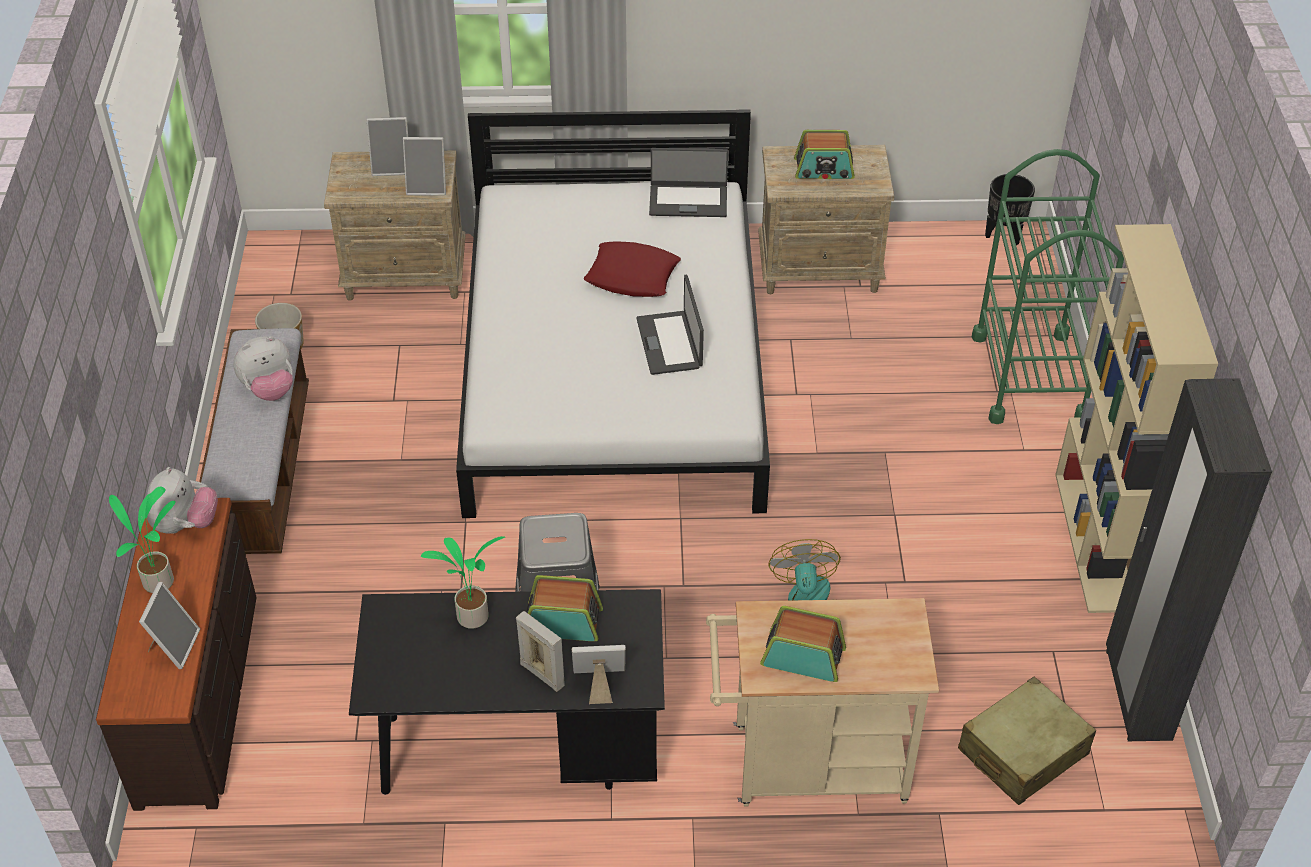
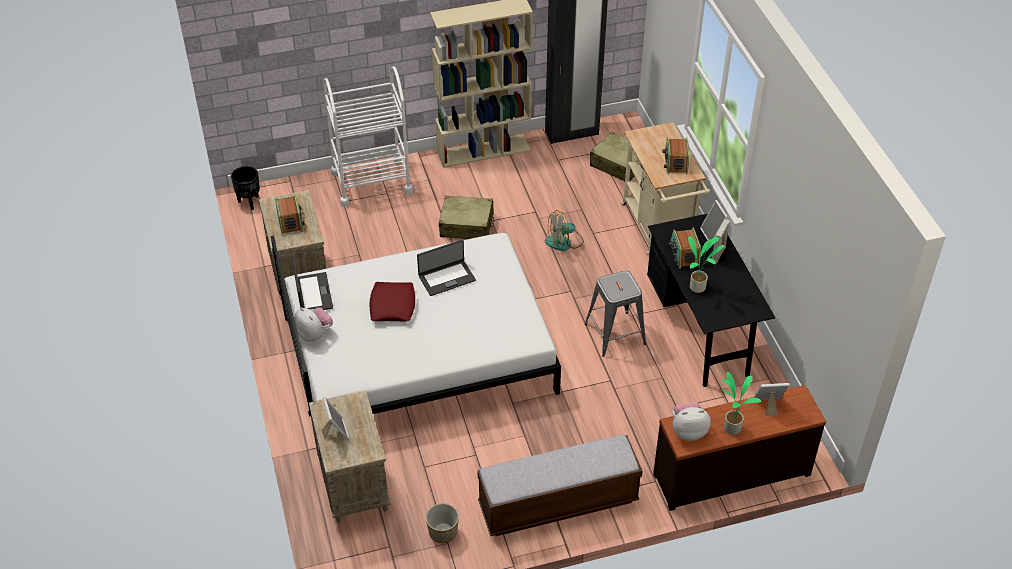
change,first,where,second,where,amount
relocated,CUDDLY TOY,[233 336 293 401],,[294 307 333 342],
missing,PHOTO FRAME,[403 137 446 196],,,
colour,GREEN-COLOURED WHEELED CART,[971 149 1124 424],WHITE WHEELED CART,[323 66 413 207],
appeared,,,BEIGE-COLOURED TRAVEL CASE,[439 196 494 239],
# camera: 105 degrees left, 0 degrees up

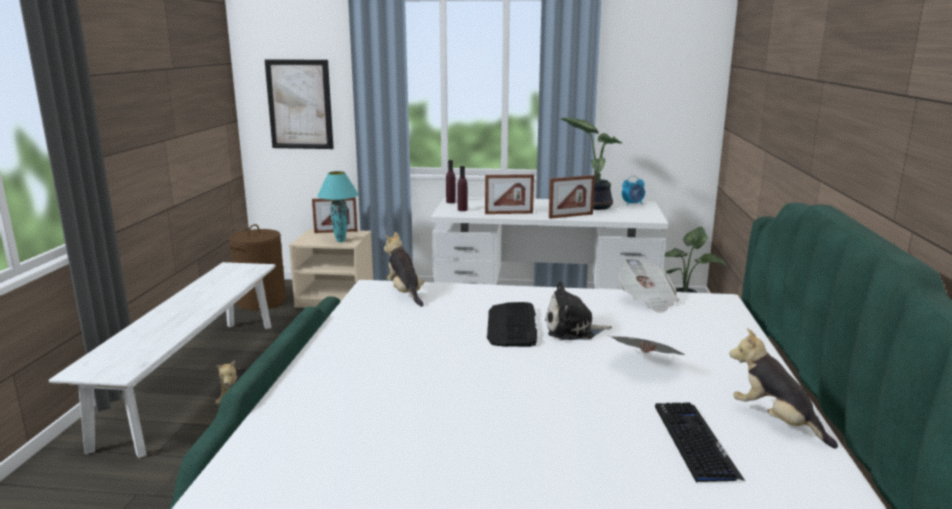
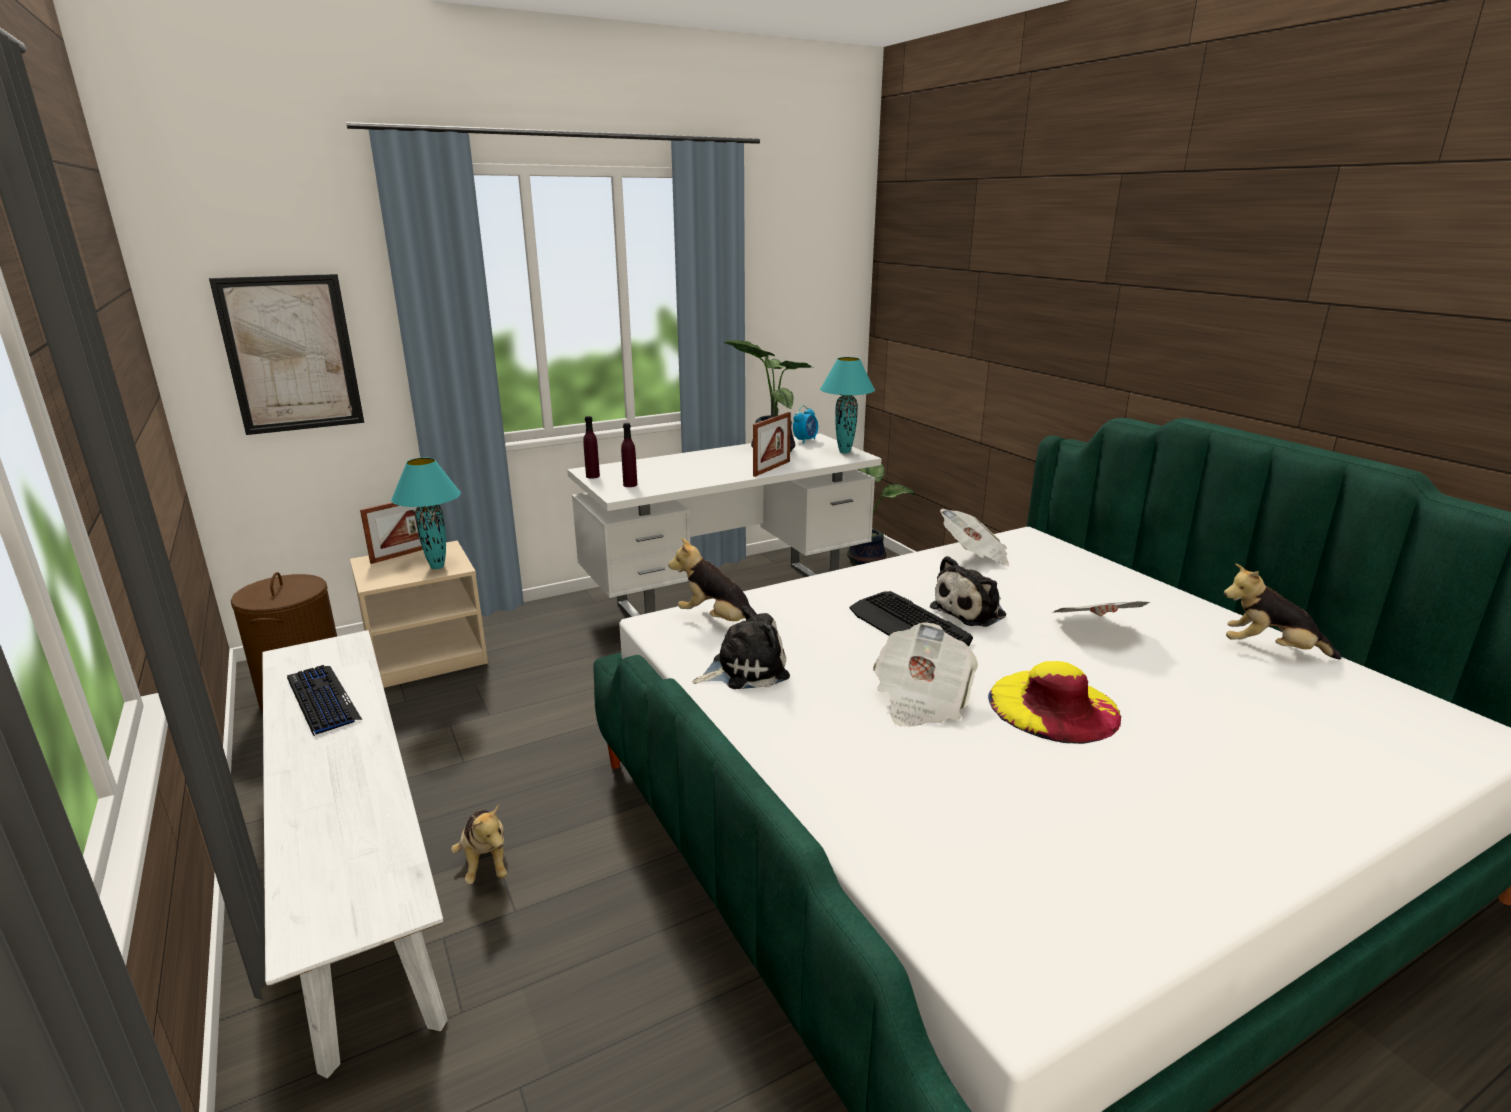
change,first,where,second,where,amount
missing,PHOTO FRAME,[485 174 534 214],,,
relocated,COMPUTER KEYBOARD,[655 403 745 483],,[287 665 362 736],
appeared,,,CUDDLY TOY,[692 606 790 689],
appeared,,,BLUE-GREEN TABLETOP LAMP,[820 357 875 453],
appeared,,,DAILY PAPER,[873 622 978 727],
appeared,,,YELLOW-COLOURED WEARABLE HAT,[988 661 1121 744],
# camera: 35 degrees left, 5 degrees up

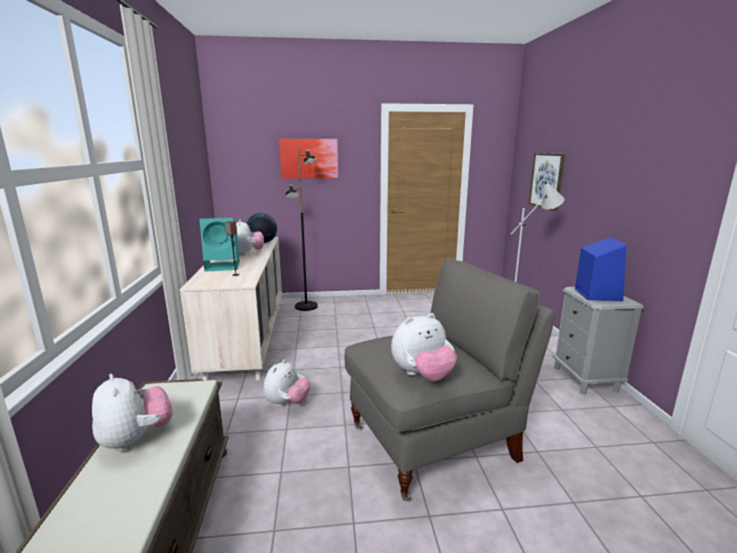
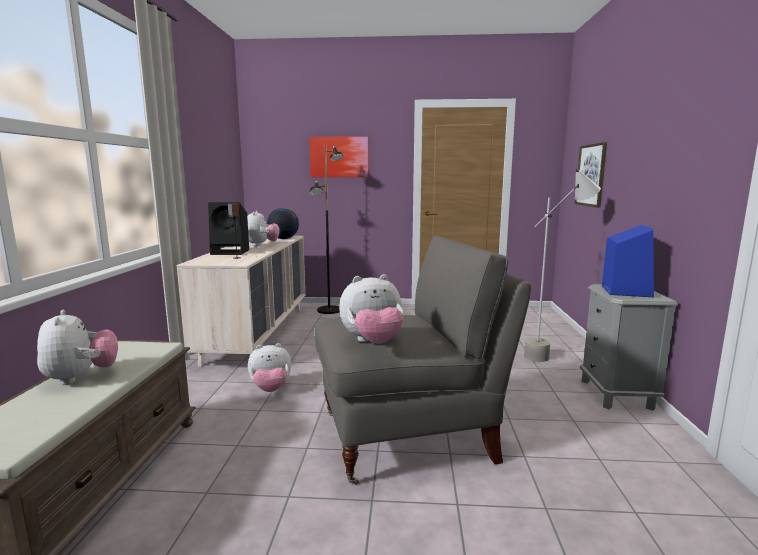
change,first,where,second,where,amount
colour,BLUE-GREEN SPEAKER,[199 218 240 272],BLACKISH SPEAKER,[208 202 249 255],
spun,CUDDLY TOY,[263 359 310 407],,[248 343 291 392],45 degrees clockwise
# camera: 10 degrees right, 5 degrees down

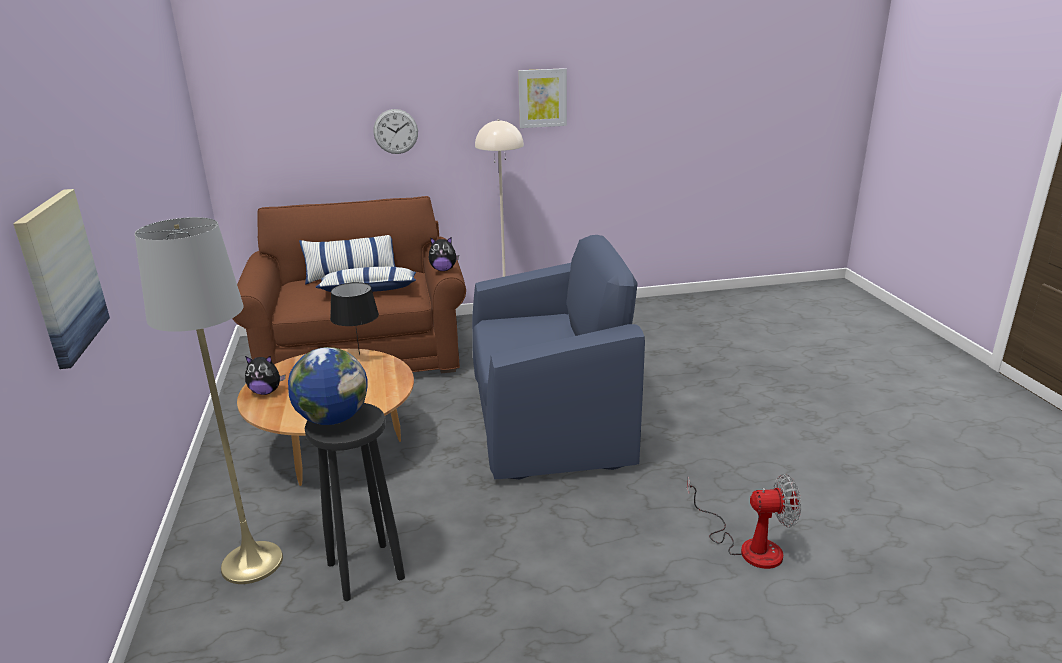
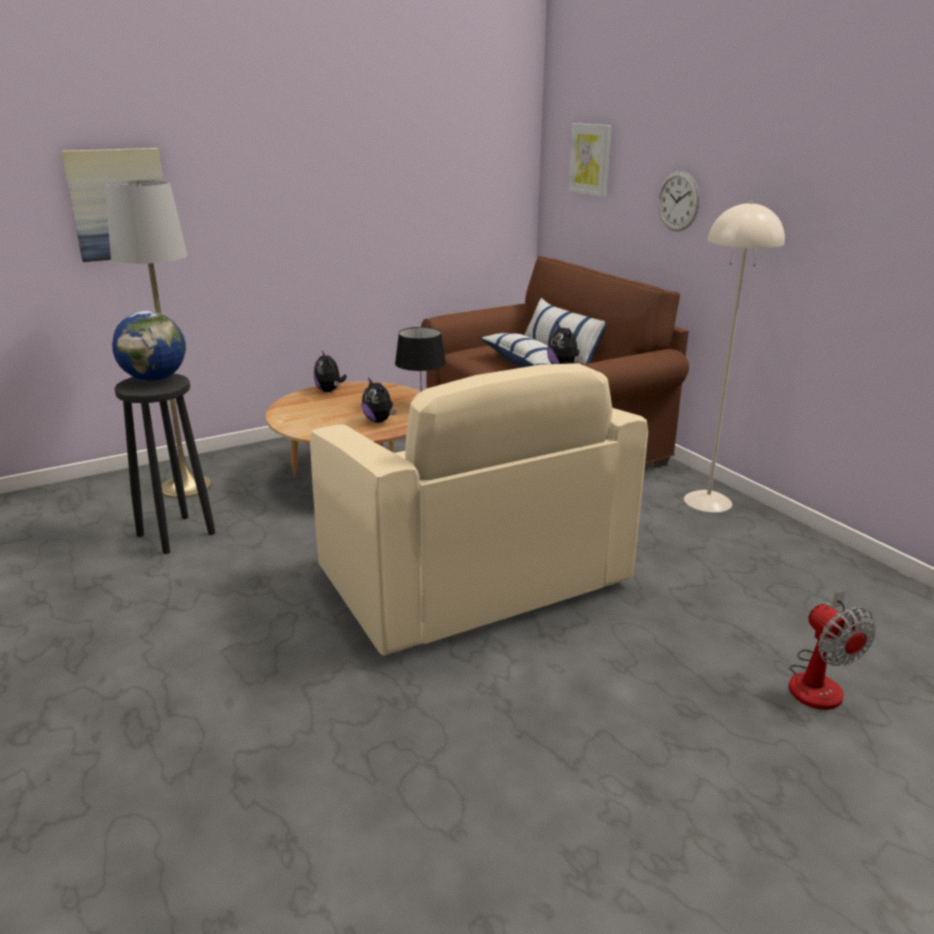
change,first,where,second,where,amount
colour,BLUISH EASY CHAIR,[472 235 645 480],BEIGE-COLOURED EASY CHAIR,[310 363 648 656],
relocated,WALL PICTURE,[518 68 567 128],,[568 123 612 197],
relocated,COOLING FAN,[687 474 801 569],,[789 590 877 710],
appeared,,,CUDDLY TOY,[362 377 396 423],
# camera: 70 degrees right, 0 degrees up

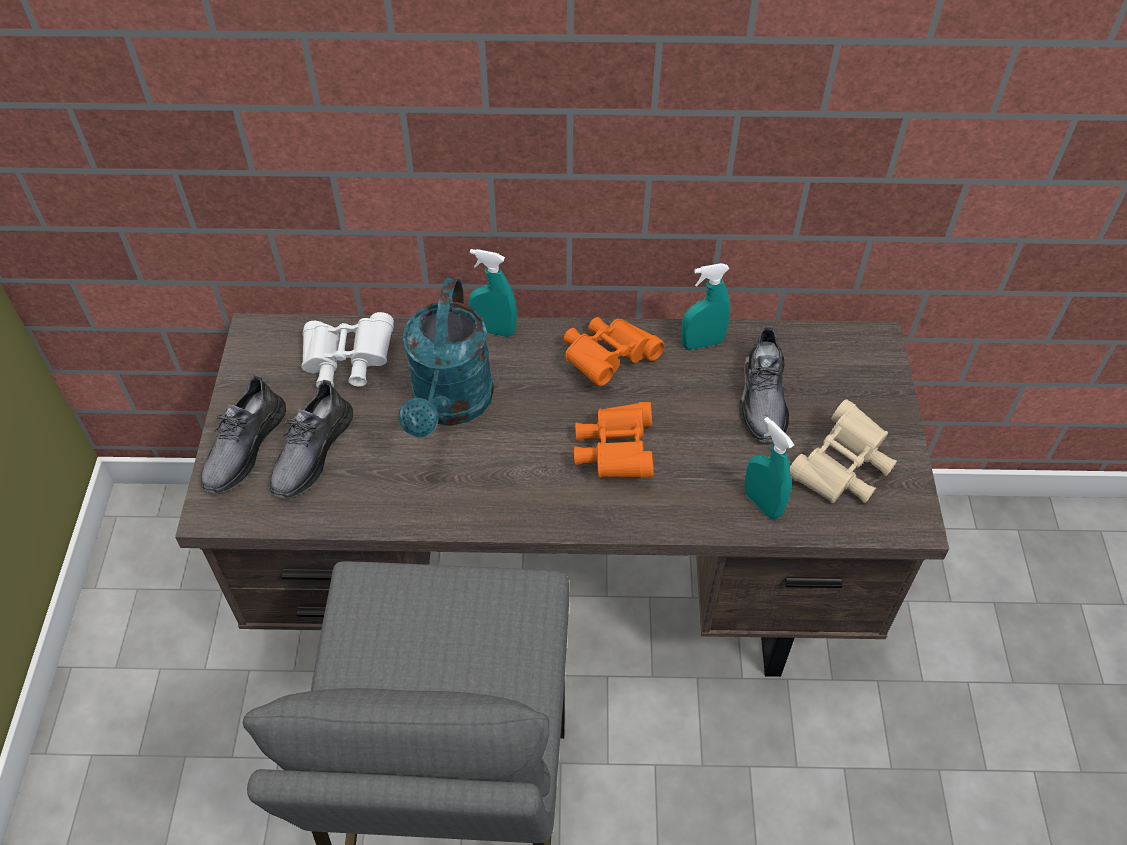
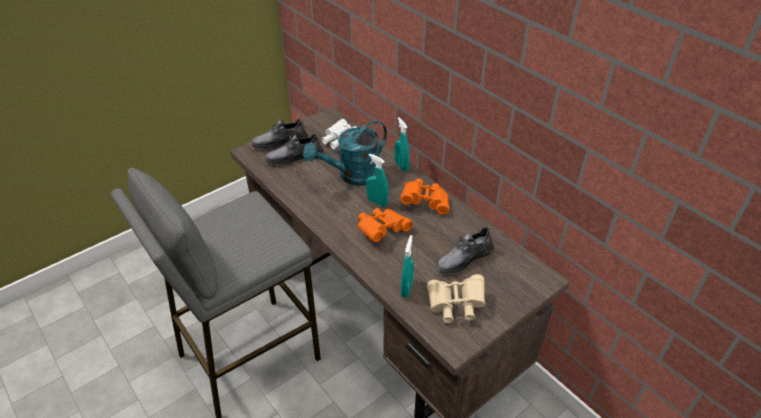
change,first,where,second,where,amount
relocated,BLUE-GREEN SPRAY BOTTLE,[681 263 730 350],,[366 153 389 207],
# camera: 50 degrees right, 10 degrees down

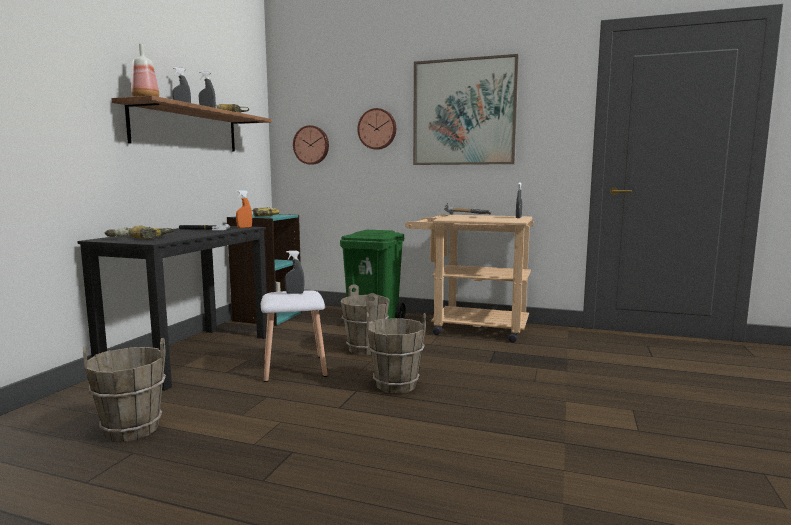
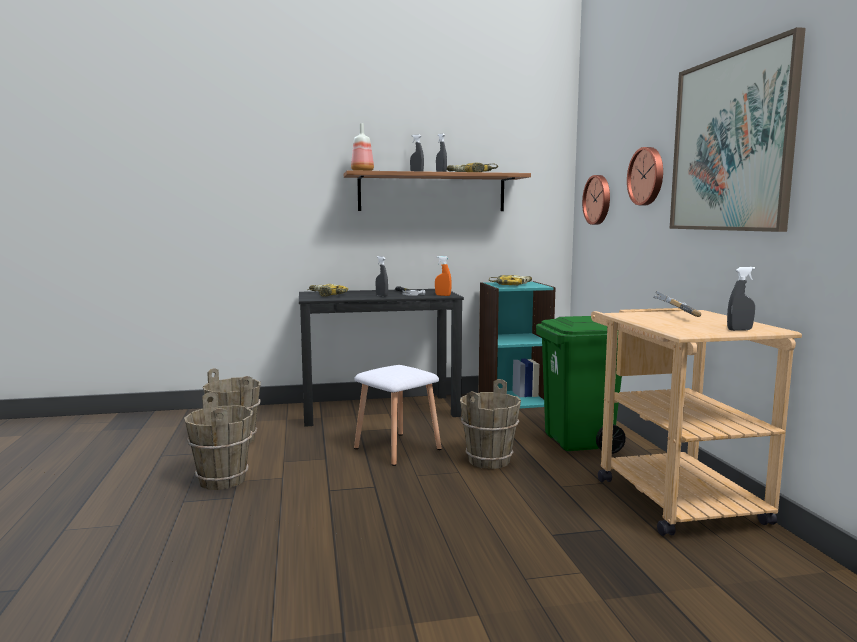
change,first,where,second,where,amount
relocated,GREY SPRAY BOTTLE,[285 251 304 294],,[375 256 388 297],
relocated,BROWNISH WATER BUCKET,[367 312 426 394],,[184 392 253 490],
# camera: 60 degrees right, 0 degrees up

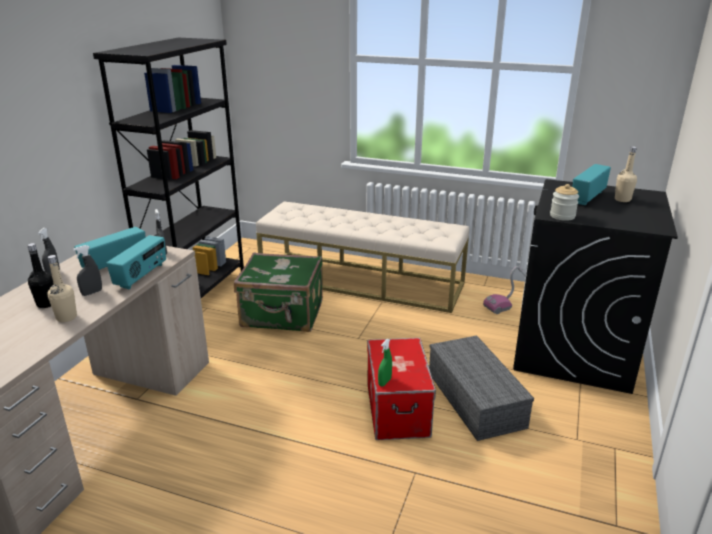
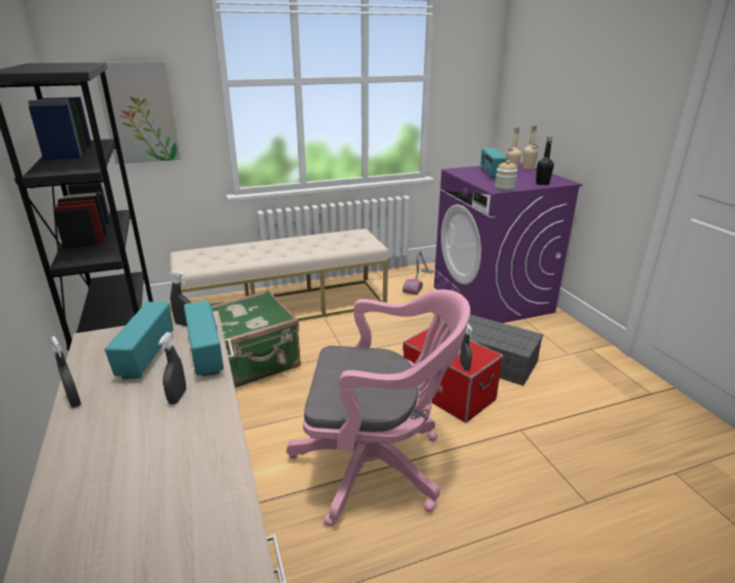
change,first,where,second,where,amount
relocated,BLACKISH BEVERAGE BOTTLE,[27 243 54 308],,[536 136 554 185],
relocated,BEIGE-COLOURED BEVERAGE BOTTLE,[47 255 77 322],,[522 125 538 170],
colour,GREEN-COLOURED SPRAY BOTTLE,[378 339 392 387],GREY SPRAY BOTTLE,[460 324 473 371],
colour,BLACKISH LAUNDRY MACHINE,[513 179 678 394],PURPLE-COLOURED LAUNDRY MACHINE,[434 162 582 323],
appeared,,,WALL PICTURE,[96 61 181 164],
appeared,,,PINK OFFICE CHAIR,[287 289 470 527],
# camera: 40 degrees left, 0 degrees up

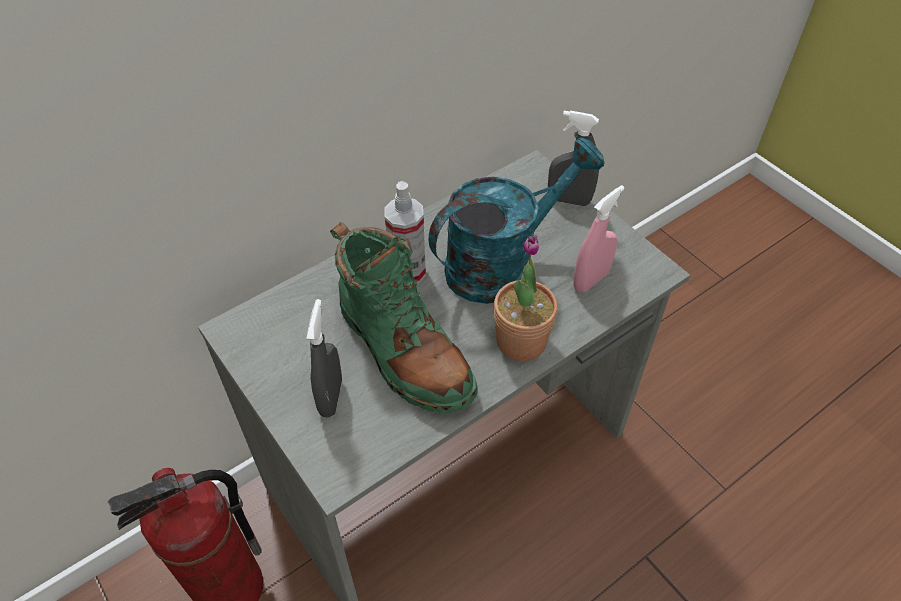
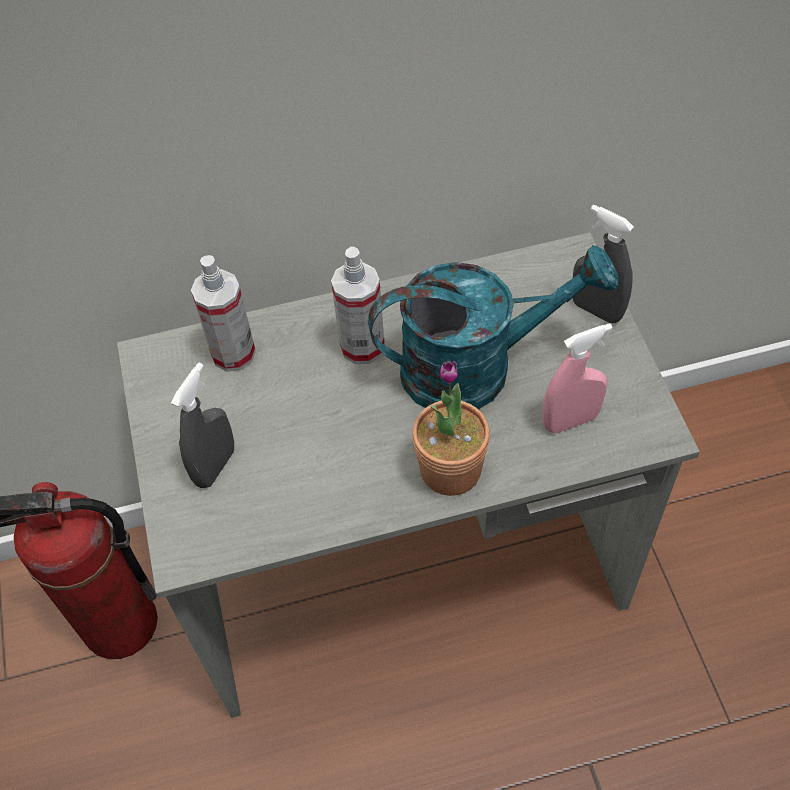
change,first,where,second,where,amount
missing,GREEN-COLOURED TALL BOOT,[330 222 478 413],,,
appeared,,,SPRAY BOTTLE,[191 255 256 372],
# camera: 25 degrees right, 5 degrees up

